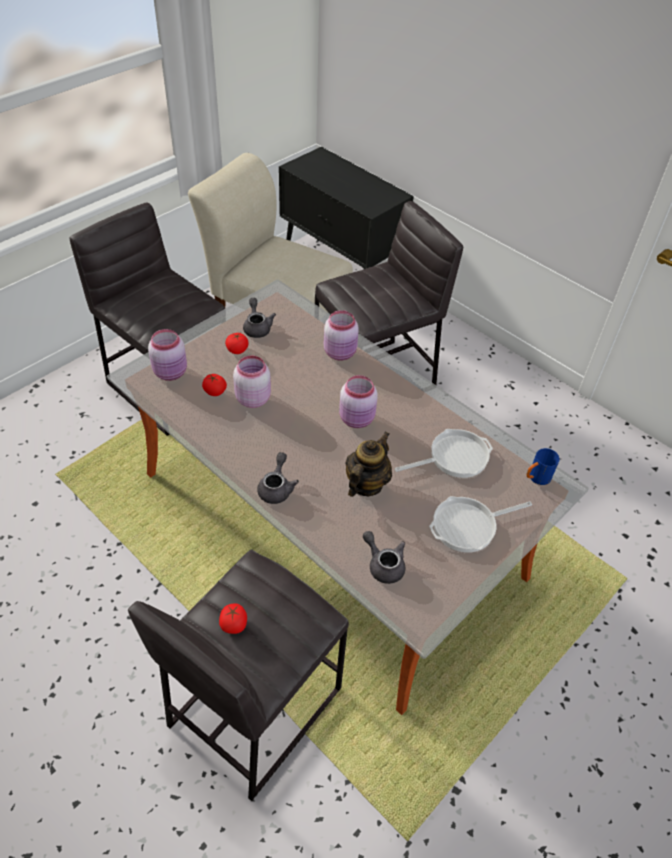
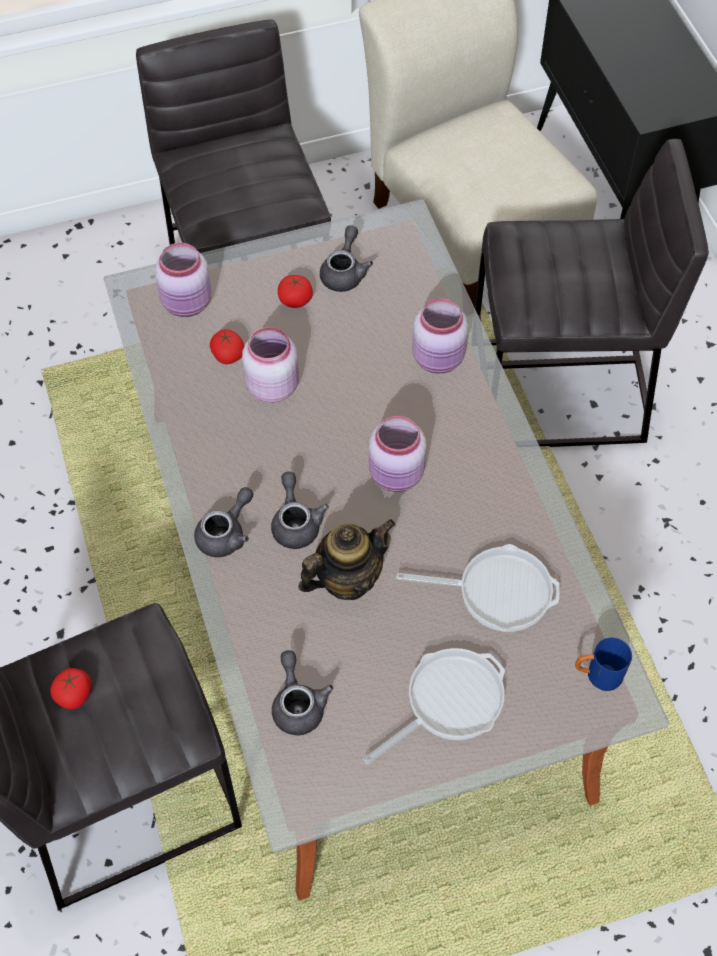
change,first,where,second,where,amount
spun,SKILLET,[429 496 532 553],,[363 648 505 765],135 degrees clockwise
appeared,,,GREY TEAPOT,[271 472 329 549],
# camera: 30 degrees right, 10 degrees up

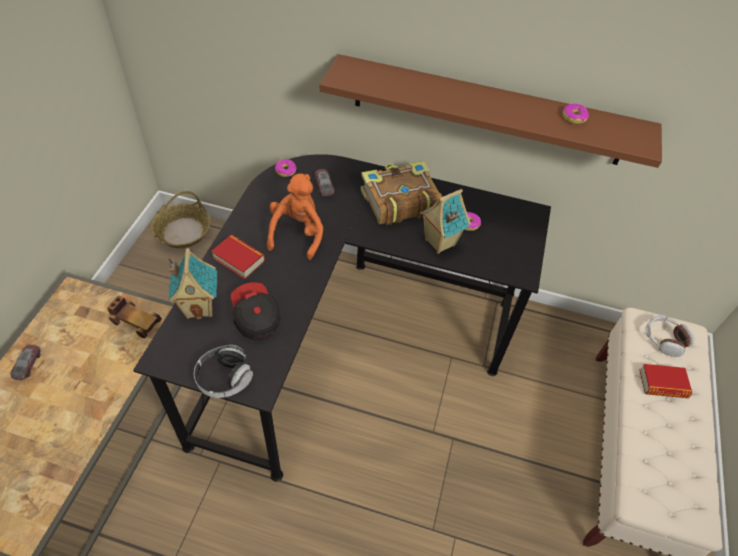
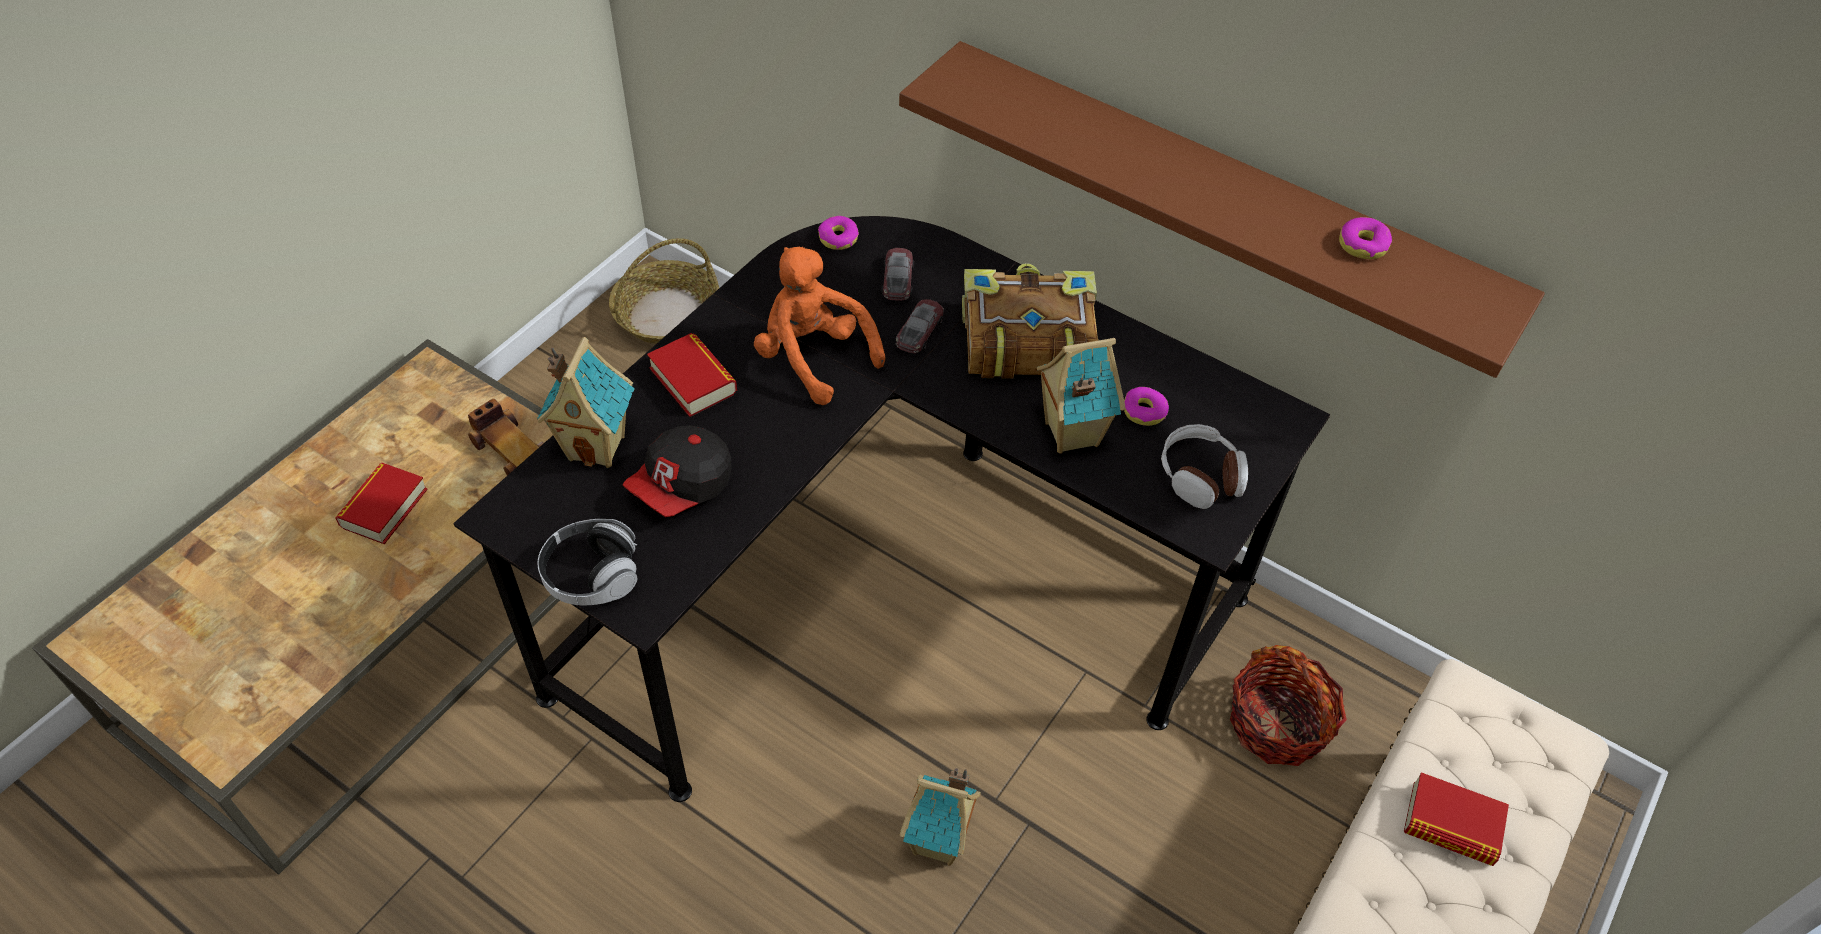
change,first,where,second,where,amount
relocated,MODEL CAR,[10 345 41 380],,[896 299 944 354],
spun,PEAKED CAP,[231 282 280 340],,[623 425 731 517],135 degrees counterclockwise
spun,ORANGE-COLOURED CUDDLY TOY,[267 173 323 260],,[754 247 885 405],75 degrees counterclockwise
relocated,HEADSET,[645 315 695 357],,[1161 424 1248 509],
appeared,,,BOOK,[335 463 428 544],
appeared,,,TOY HOUSE,[900 768 981 866],
appeared,,,HOUSEHOLD BASKET,[1230 645 1347 766],
# camera: 20 degrees right, 0 degrees up

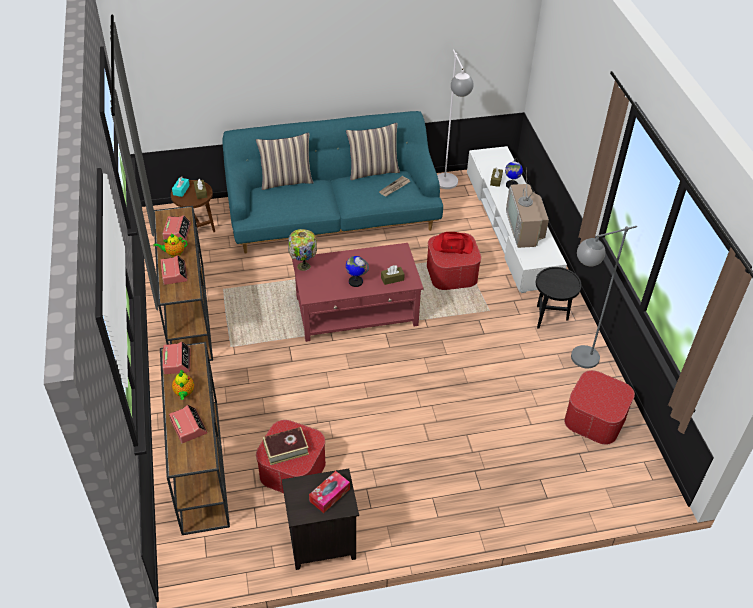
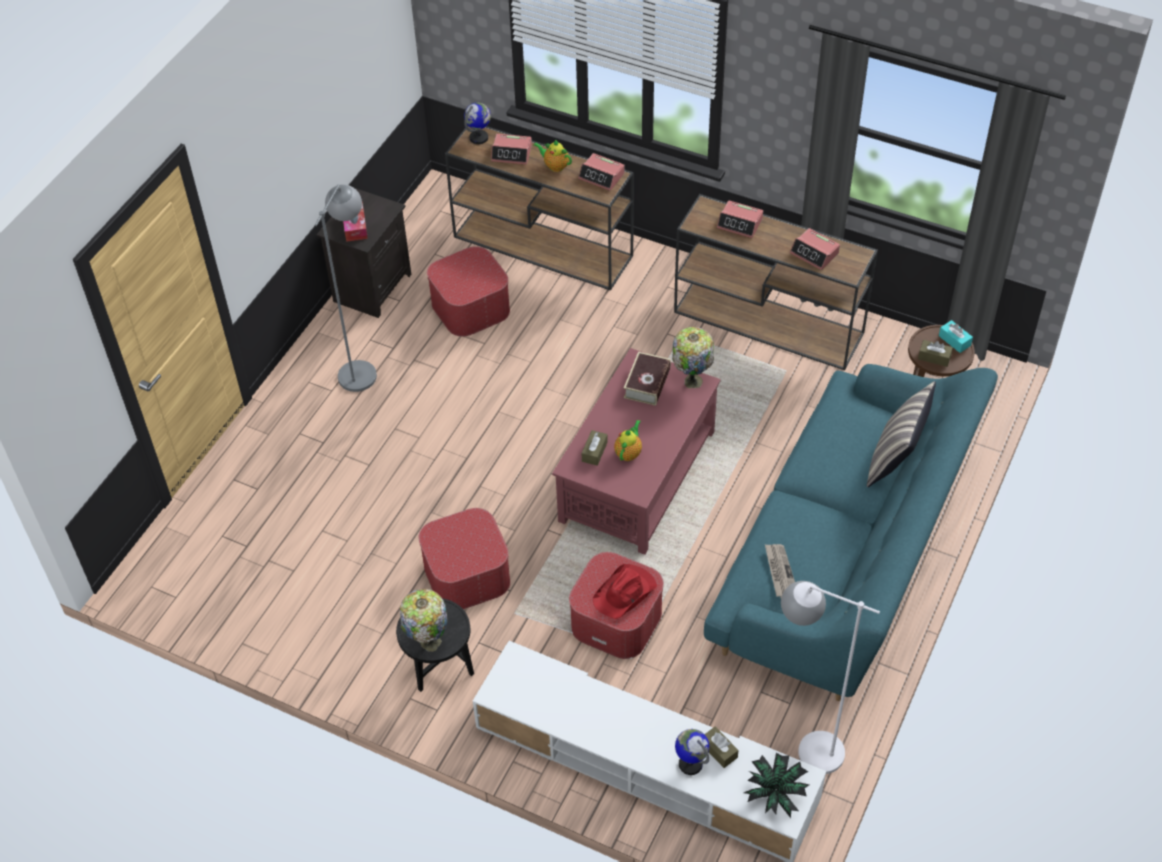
change,first,where,second,where,amount
relocated,TEAPOT,[154 234 188 257],,[614 420 642 461],
relocated,BOOK,[263 427 309 465],,[624 352 671 406],
missing,THROW PILLOW,[346 123 400 180],,,
relocated,DESK GLOBE,[346 256 369 287],,[464 102 491 144],
missing,TV SET,[506 167 549 248],,,
relocated,OTTOMAN,[564 370 635 445],,[418 508 510 609],
relocated,GREY STANDING LAMP,[571 226 637 368],,[315 184 377 392],
appeared,,,TABLETOP LAMP,[400 589 447 652],
appeared,,,HOUSEPLANT,[744 753 809 818],
# camera: 130 degrees right, 5 degrees up

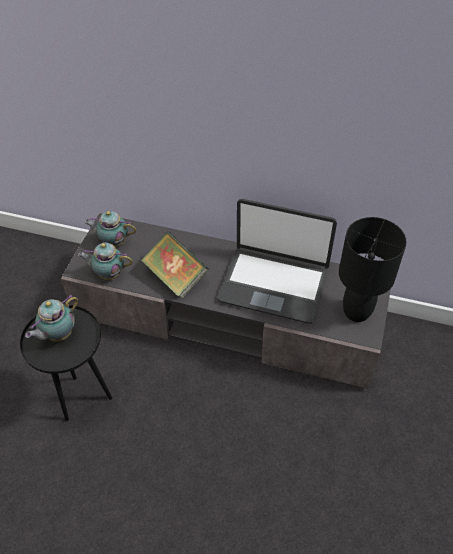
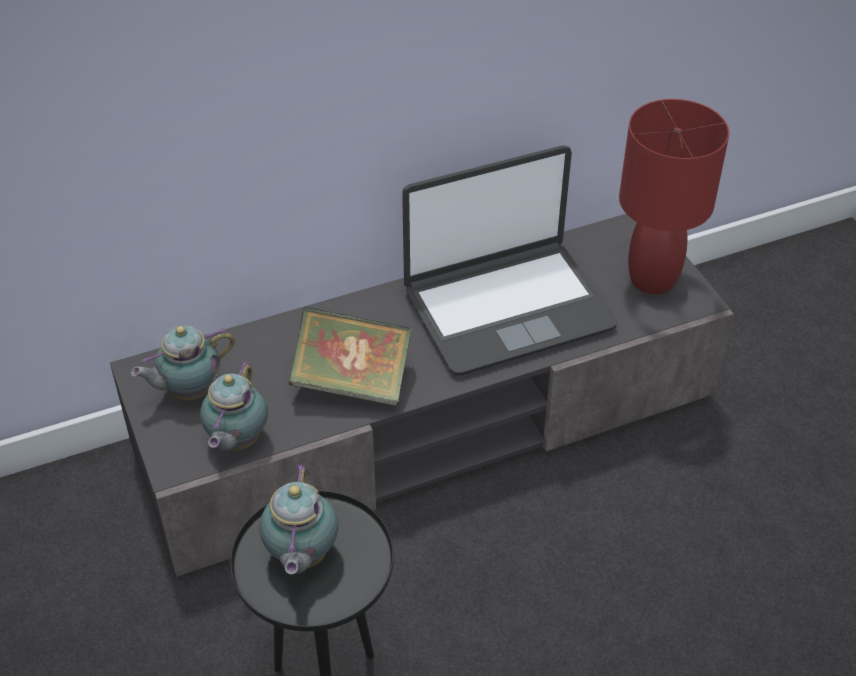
change,first,where,second,where,amount
spun,TEAPOT,[78 243 133 280],,[200 361 268 451],45 degrees counterclockwise
colour,BLACKISH TABLETOP LAMP,[339 217 407 322],RED-COLOURED TABLETOP LAMP,[619 99 729 294],
# camera: 40 degrees left, 5 degrees down

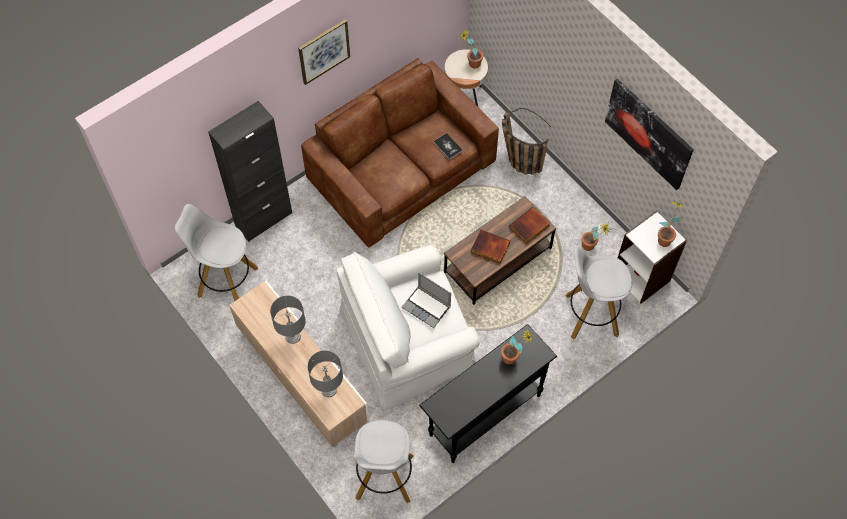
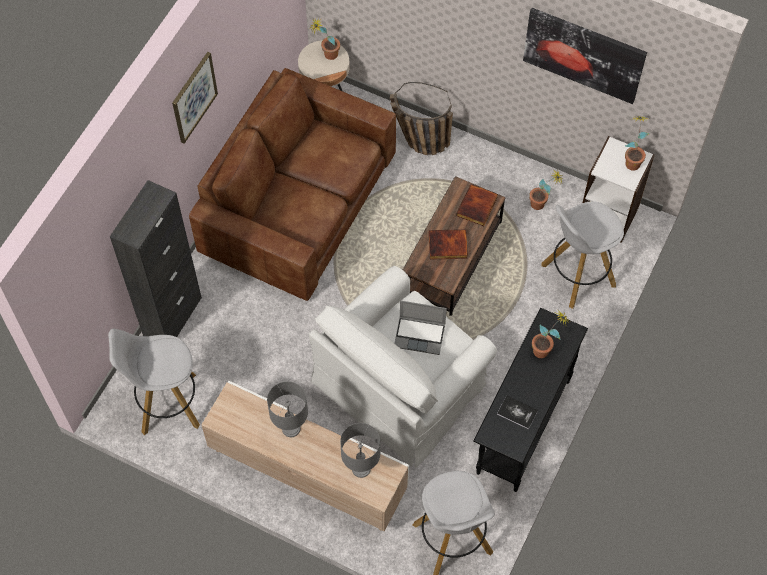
change,first,where,second,where,amount
relocated,BOOK,[433 133 463 160],,[497 396 538 430],
# camera: 25 degrees left, 0 degrees up

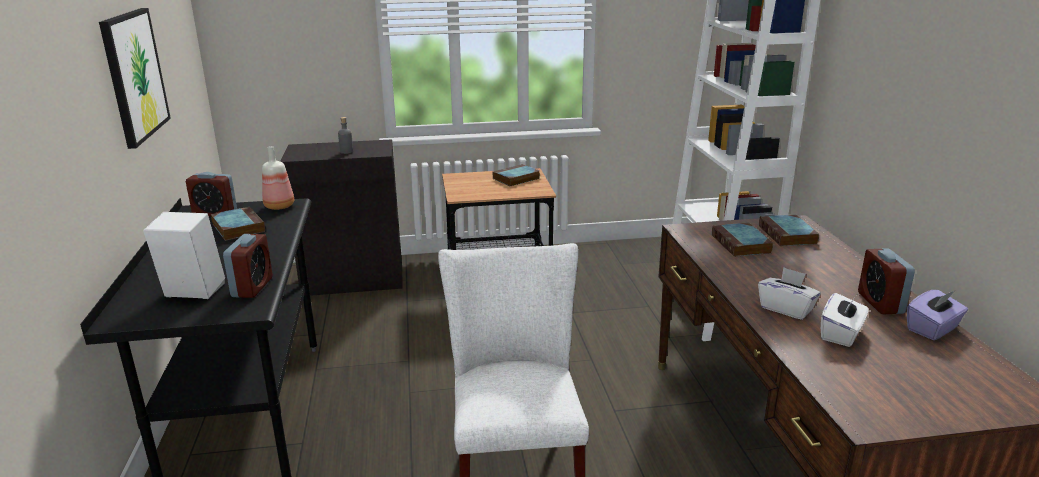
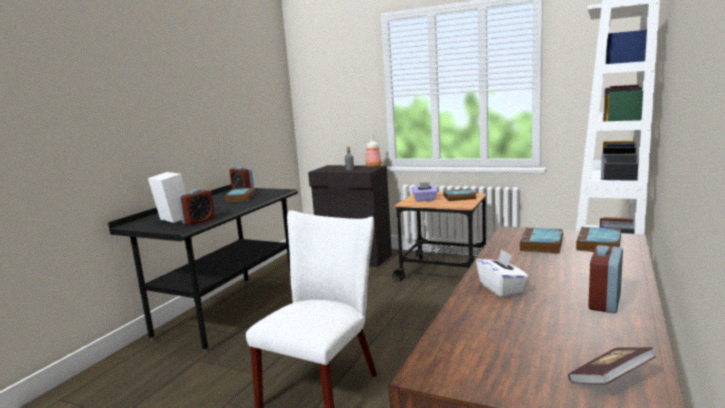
change,first,where,second,where,amount
missing,WALL PICTURE,[99 8 171 149],,,
relocated,BEVERAGE BOTTLE,[262 146 294 210],,[366 133 382 168],
missing,WHITE BOX OF TISSUES,[821 293 868 347],,,
relocated,PURPLE-COLOURED BOX OF TISSUES,[907 290 968 340],,[412 182 438 202],
appeared,,,BOOK,[568 347 656 385],
# camera: 35 degrees right, 10 degrees down

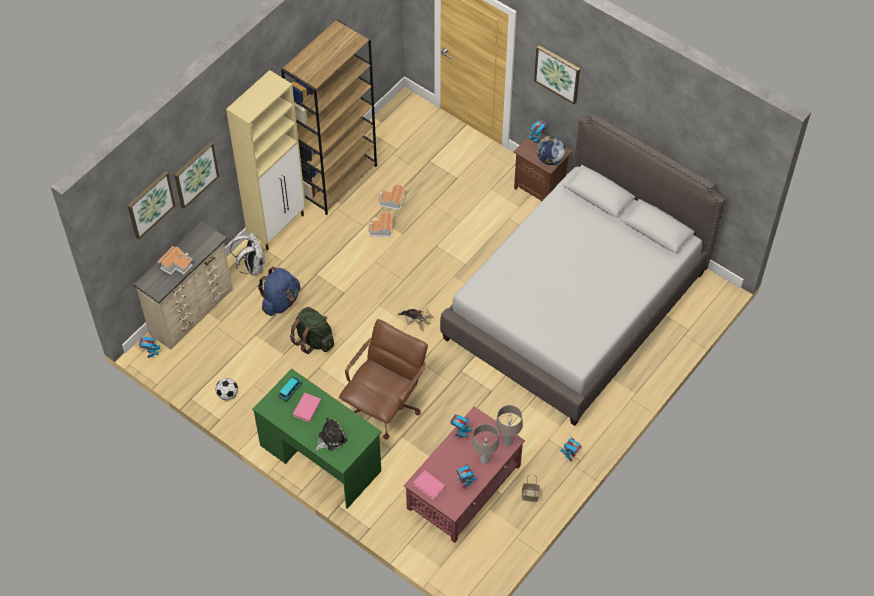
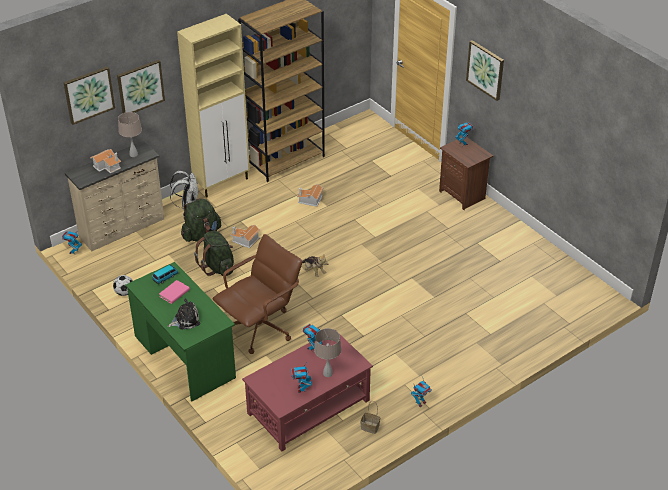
change,first,where,second,where,amount
colour,BLUISH RUCKSACK,[258 267 300 316],GREEN-COLOURED RUCKSACK,[181 198 221 242],
relocated,TOY HOUSE,[378 184 406 210],,[230 225 260 248],
missing,PINK BOOK,[413 470 446 500],,,
missing,GREY BEDROOM BED,[440 114 725 426],,,
relocated,BEIGE-COLOURED TABLETOP LAMP,[496 405 523 446],,[118 112 142 157],
missing,DESK GLOBE,[537 136 566 165],,,
# camera: 15 degrees right, 15 degrees down

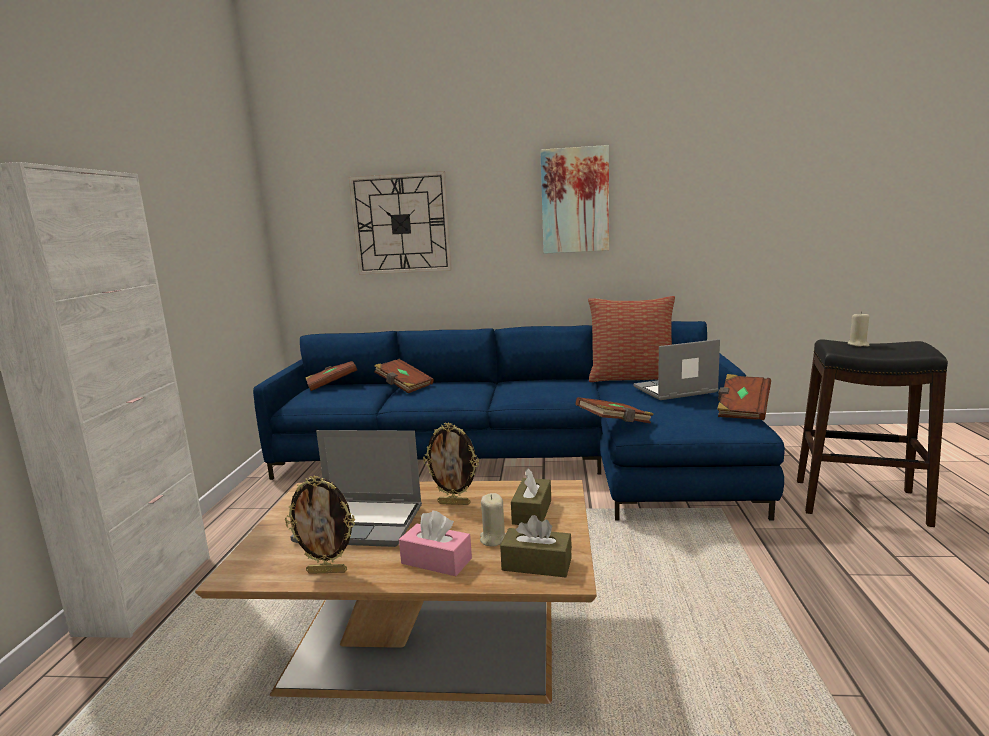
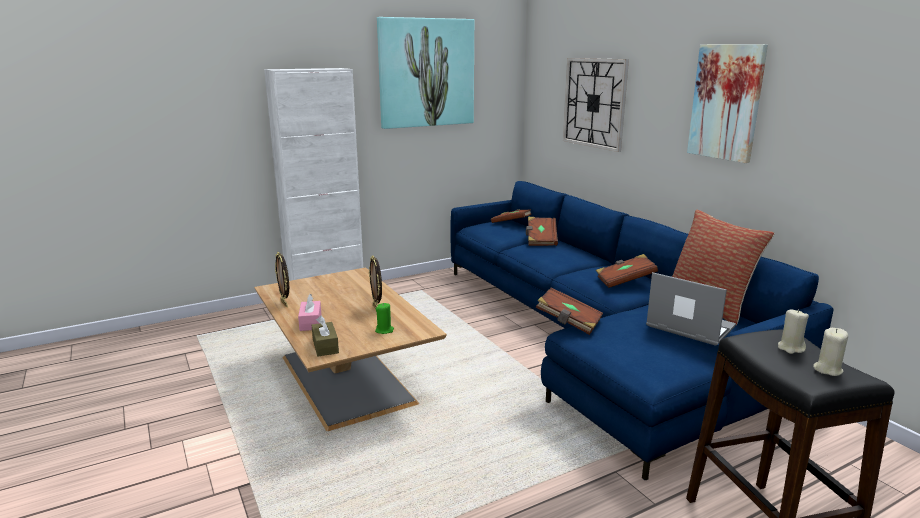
change,first,where,second,where,amount
missing,PORTABLE COMPUTER,[291 430 422 547],,,
relocated,BEIGE-COLOURED WAX CANDLE,[480 493 506 546],,[813 328 848 376],
exchanged,BROWNISH BOX OF TISSUES,[511 468 551 525],GREEN-COLOURED WAX CANDLE,[375 303 394 334],
relocated,BROWNISH BOOK,[717 374 771 420],,[596 254 658 288],
appeared,,,WALL PICTURE,[377 17 474 129],
# camera: 55 degrees right, 5 degrees up

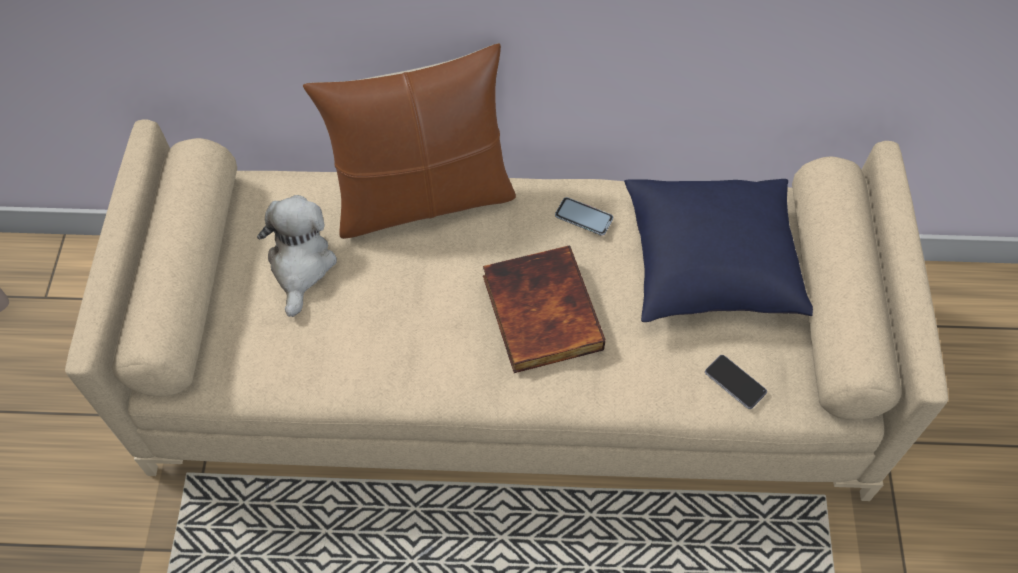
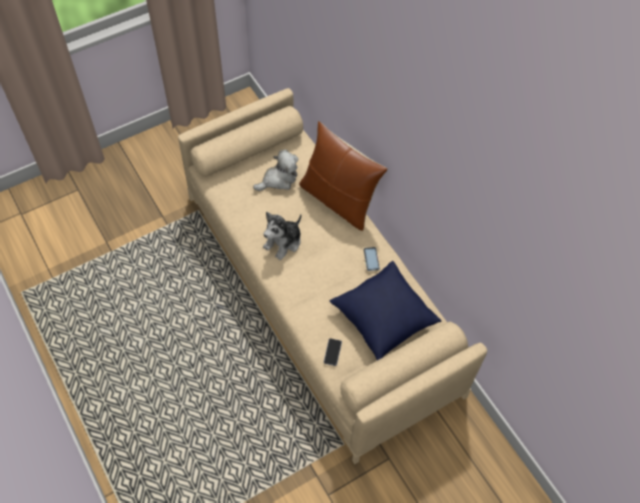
change,first,where,second,where,amount
missing,BOOK,[483 245 606 373],,,
appeared,,,CUDDLY TOY,[263 212 301 260],
# camera: 55 degrees right, 0 degrees up

